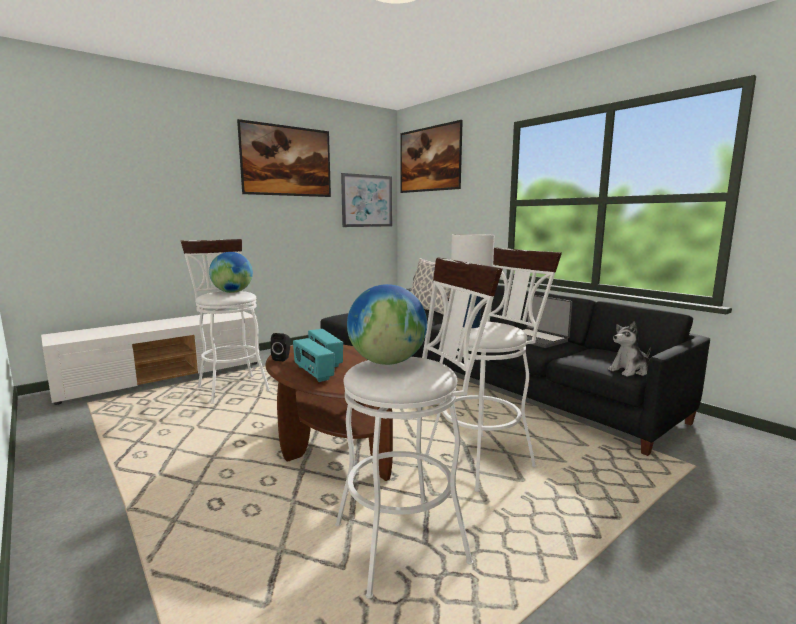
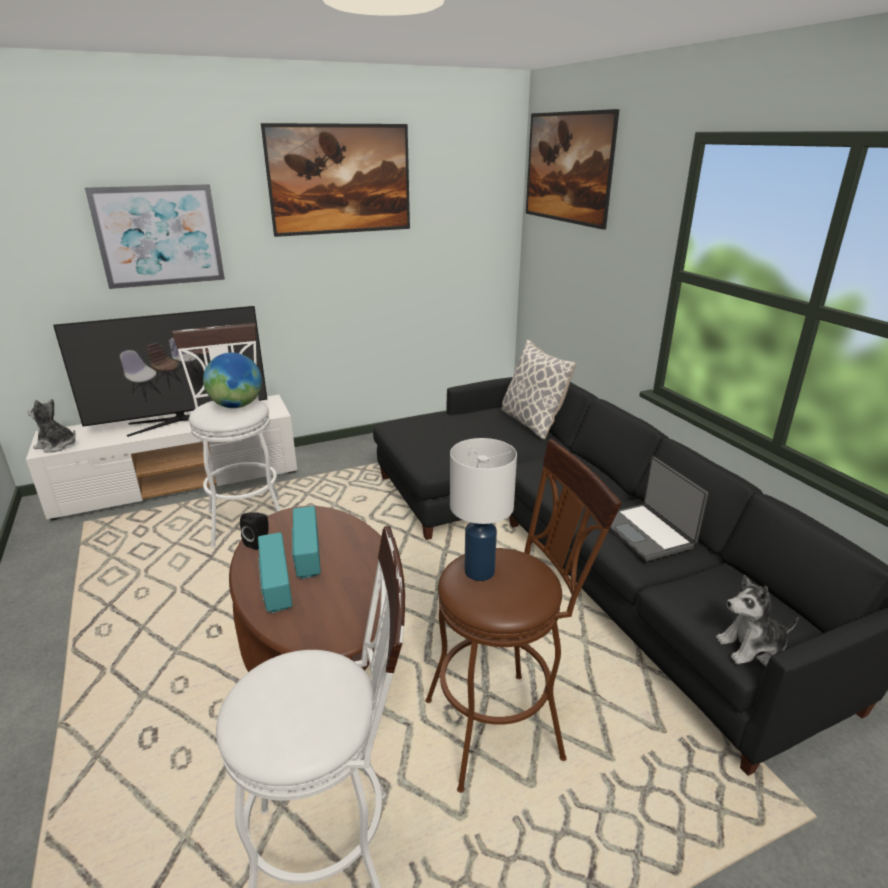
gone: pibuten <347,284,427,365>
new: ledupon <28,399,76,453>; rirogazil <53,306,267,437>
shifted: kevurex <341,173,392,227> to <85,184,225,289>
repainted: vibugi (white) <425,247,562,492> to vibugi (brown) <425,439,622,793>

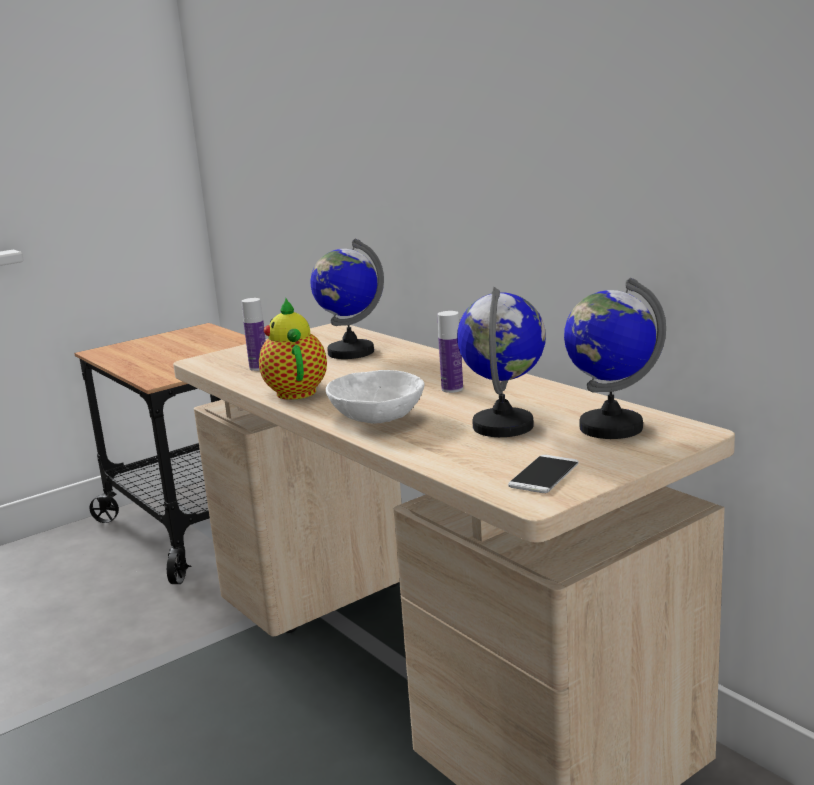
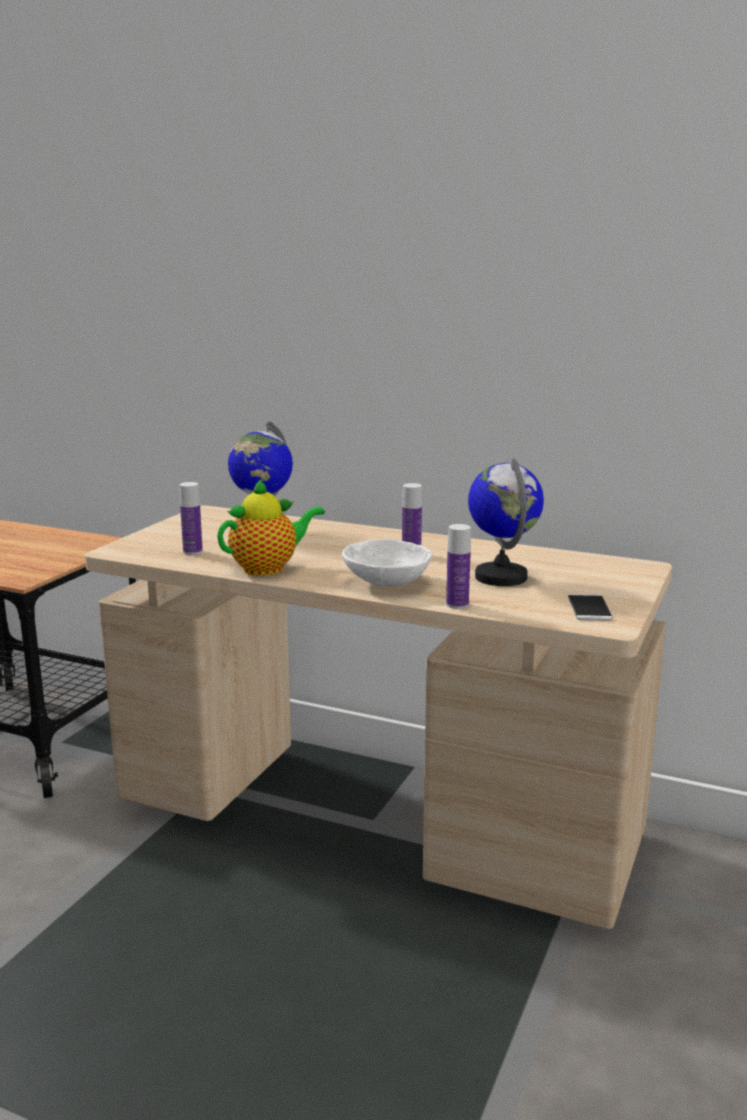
gone: pibuten <564,278,666,439>
new: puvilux <446,524,471,609>
rotated: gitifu <259,298,327,400> = <217,478,325,576> 105 degrees clockwise

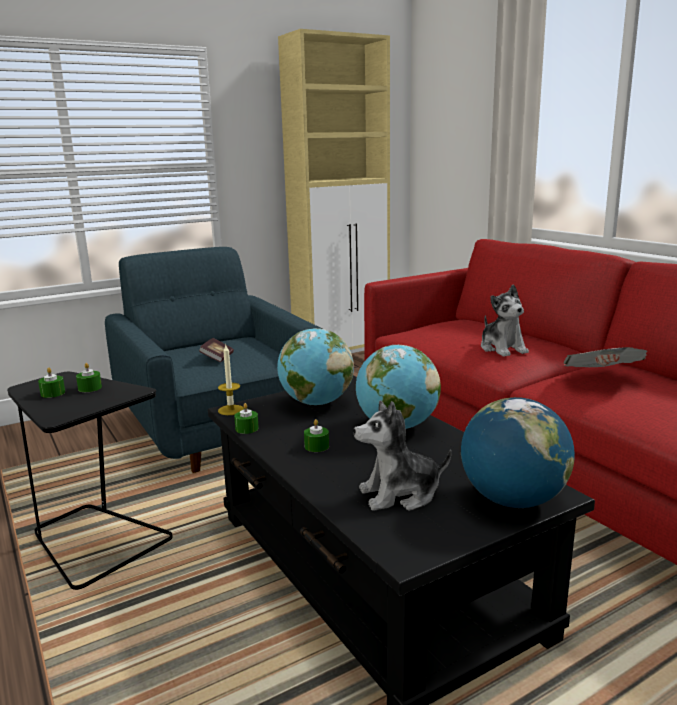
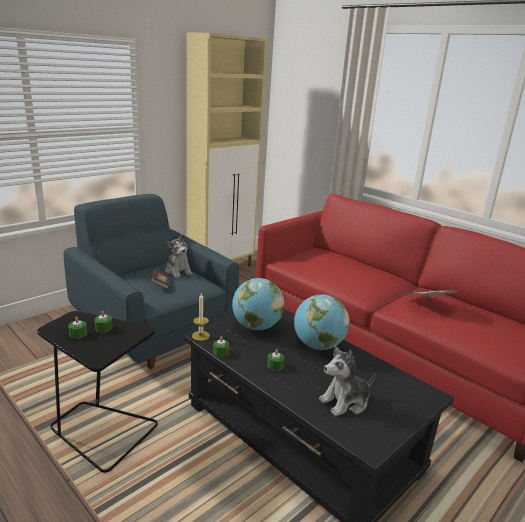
gone: pibuten <461,397,575,508>
shifted: ledupon <481,284,529,357> to <165,234,193,278>

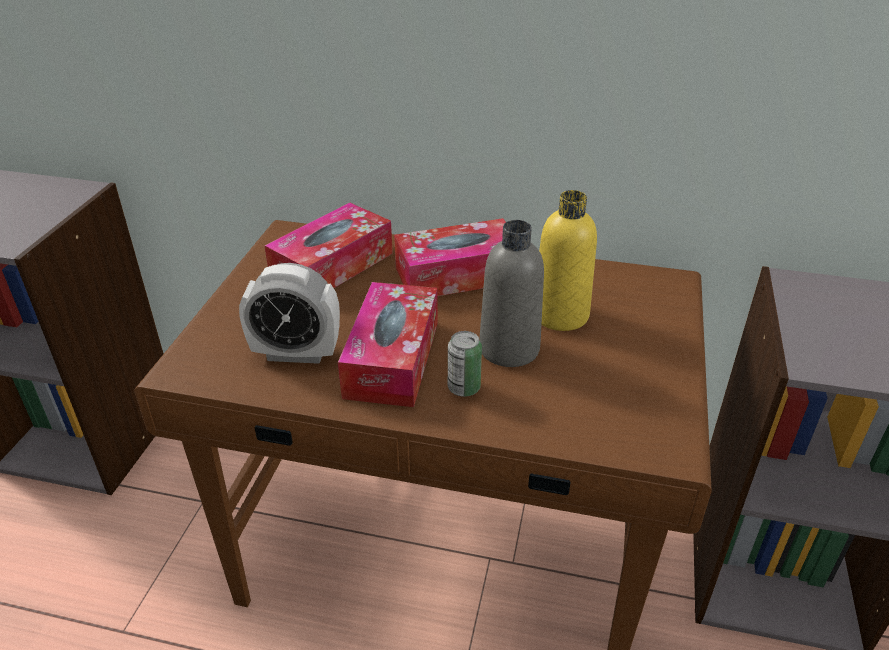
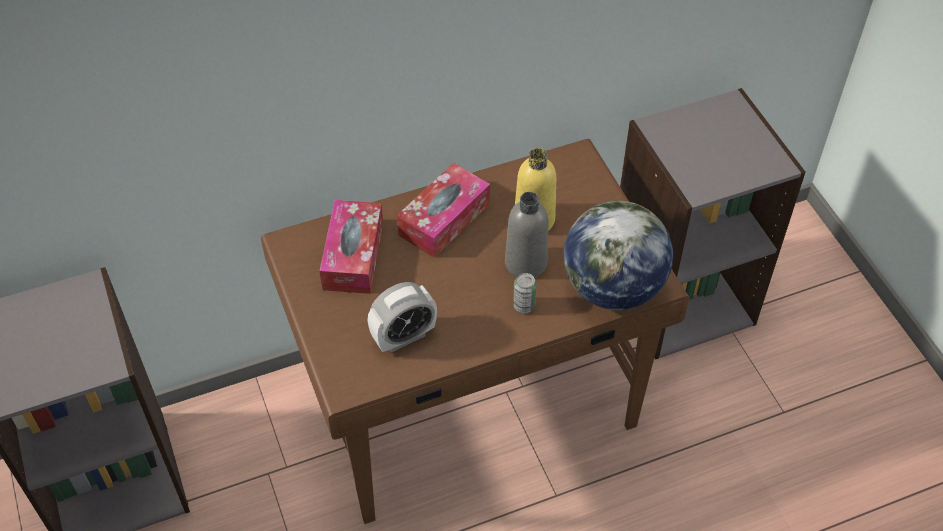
gone: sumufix <338,282,438,407>
new: pibuten <563,201,673,310>

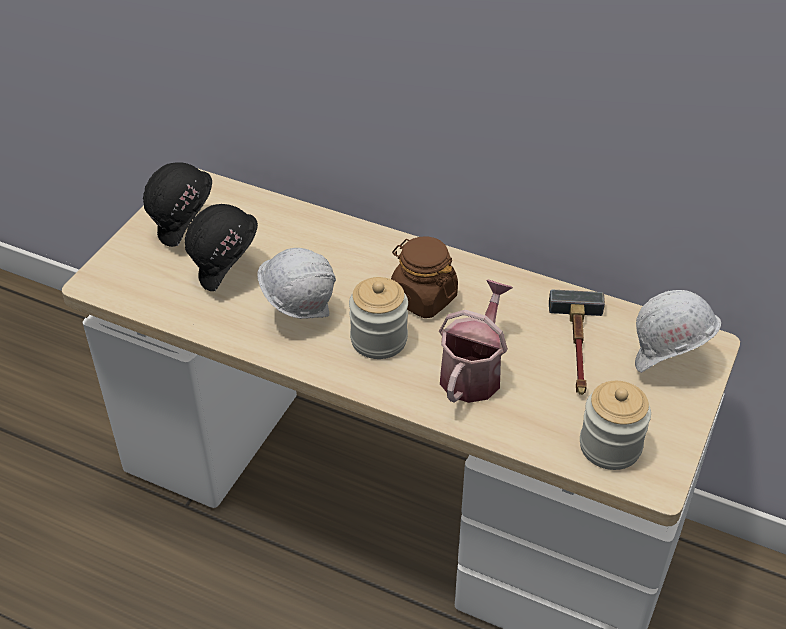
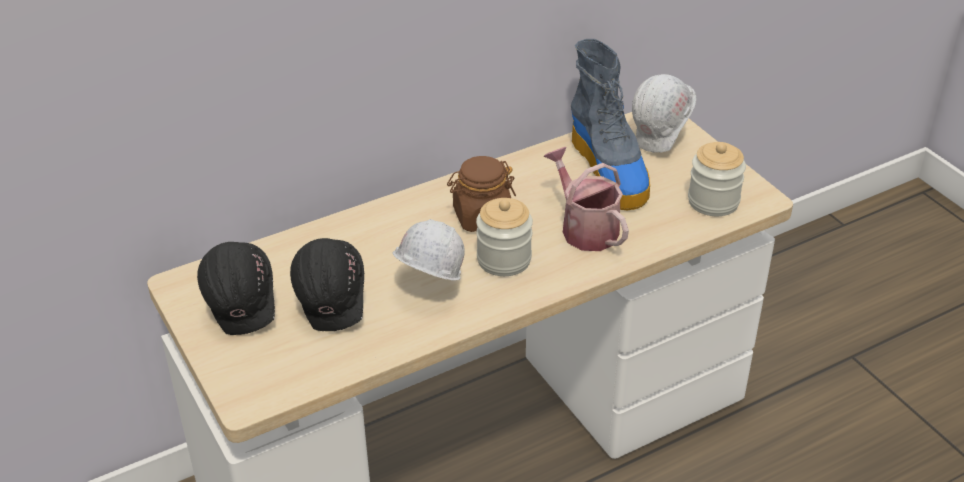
swapped: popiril <549,289,605,395> to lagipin <571,39,650,210>

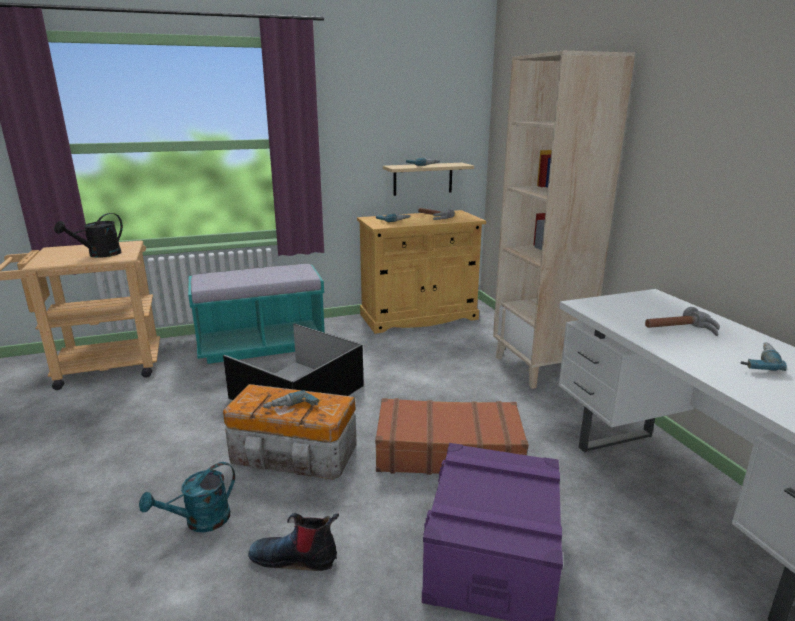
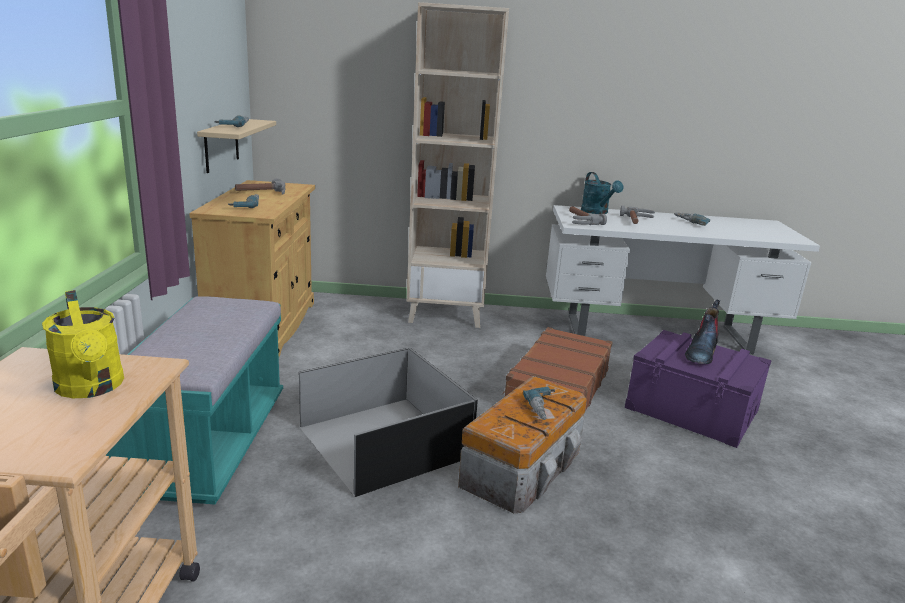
new: popiril <569,206,607,225>
shifted: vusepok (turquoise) <139,462,235,532> to <581,172,624,214>; lagipin <248,513,339,571> to <685,300,720,364>
repainted: vusepok (black) <54,213,123,258> to vusepok (yellow) <42,290,124,398>

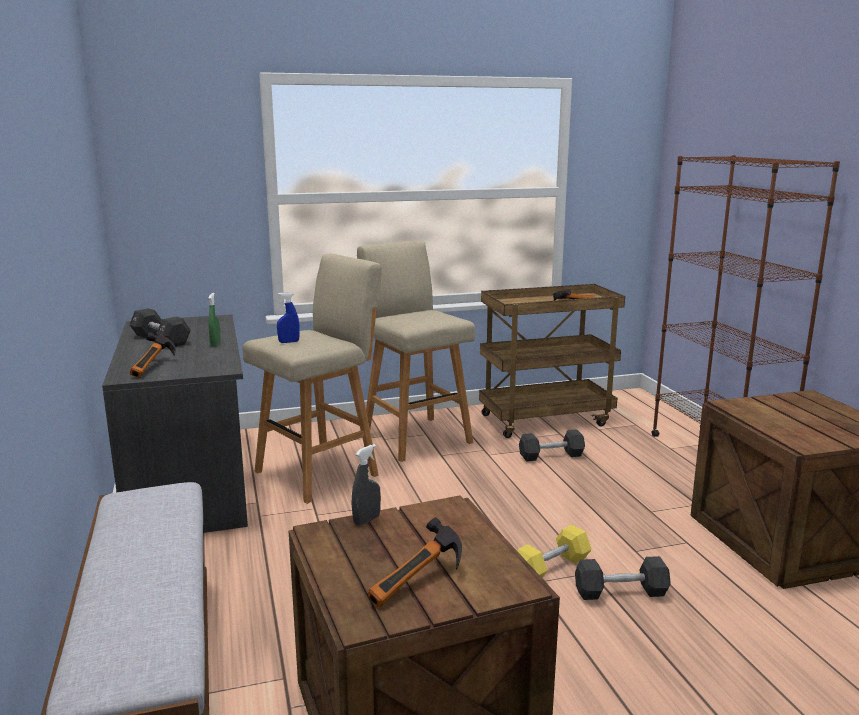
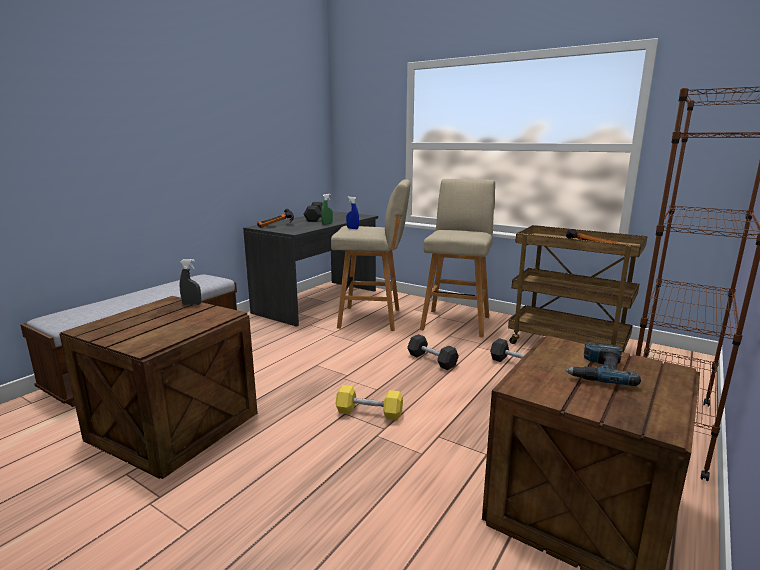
gone: popiril <367,517,462,607>
new: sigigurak <565,342,641,386>
shifted: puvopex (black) <575,556,671,600> to <407,334,459,370>

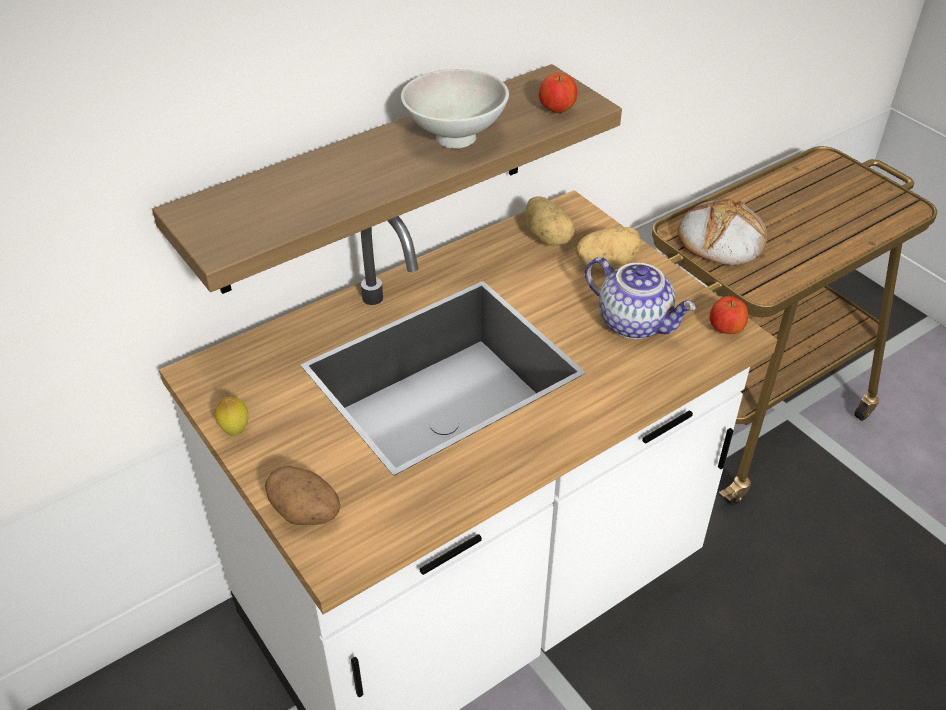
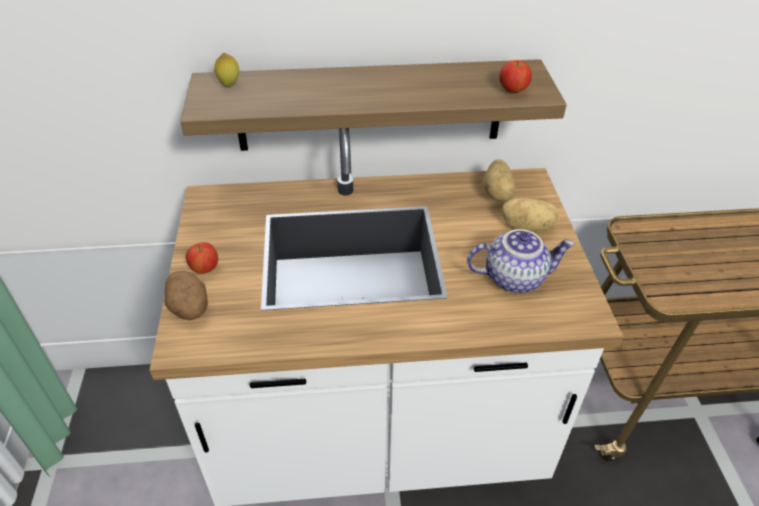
gone: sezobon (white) <401,69,509,149>; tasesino <678,199,767,265>
shifted: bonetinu <215,397,249,436> to <214,53,239,87>; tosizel <710,296,748,334> to <186,242,218,274>
rotated: gitifu <585,257,696,339> = <467,229,575,293> 75 degrees counterclockwise

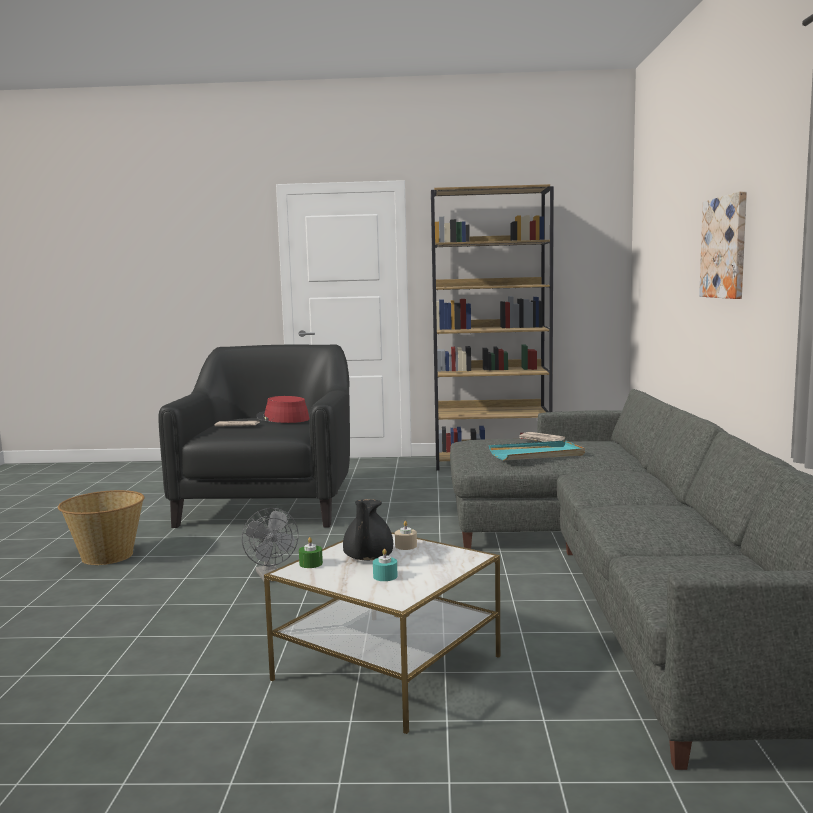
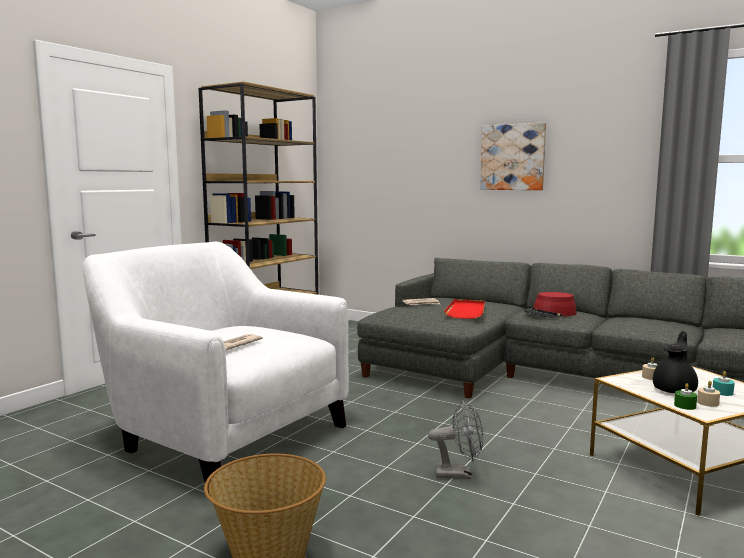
new: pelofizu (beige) <697,381,720,407>
shifted: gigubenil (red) <256,396,309,423> to <524,292,577,318>
repainted: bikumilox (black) <158,344,350,528> to bikumilox (white) <83,242,349,495>; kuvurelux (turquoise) <489,440,585,461> to kuvurelux (red) <444,299,485,319>
rotated: gitifu (black) <343,499,393,560> = <653,331,698,393> 90 degrees counterclockwise

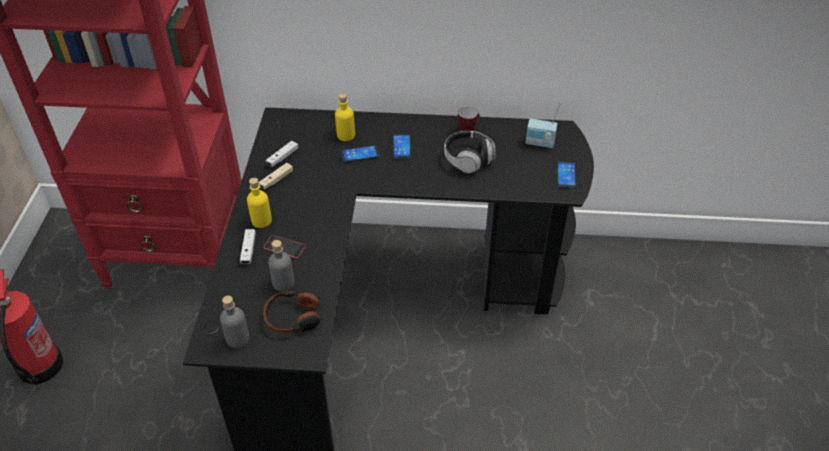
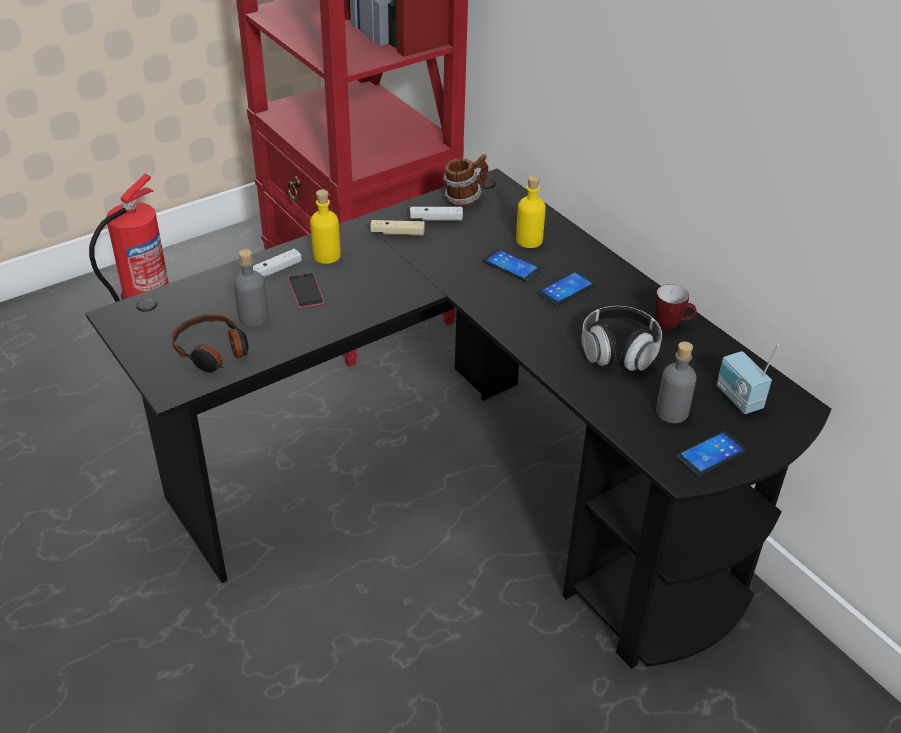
new: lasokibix <443,154,488,207>
shifted: puvilux (grey) <220,295,249,348> to <656,341,697,423>

